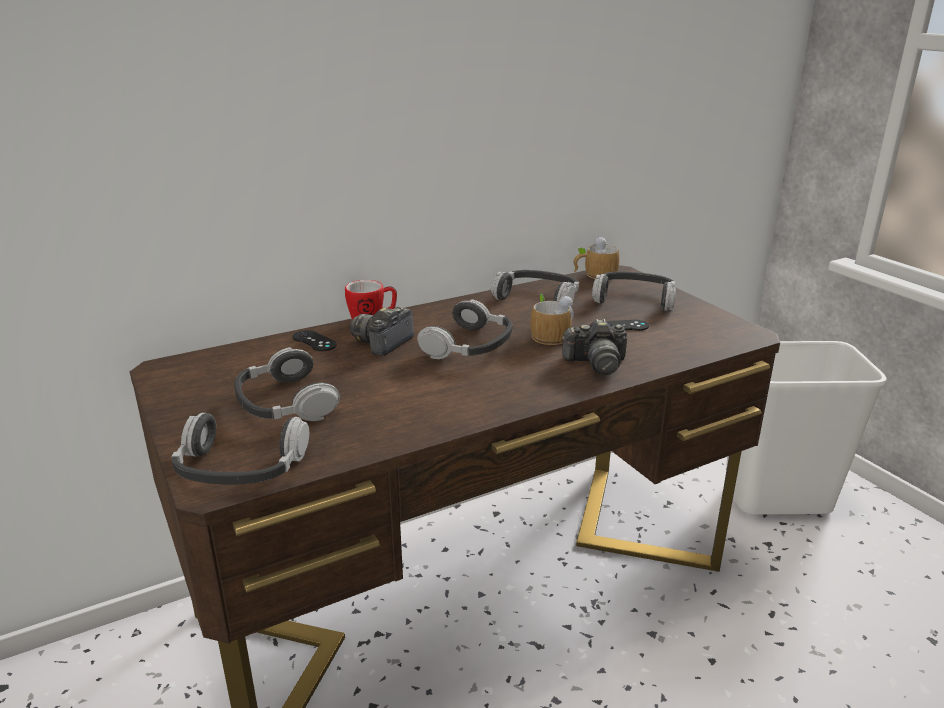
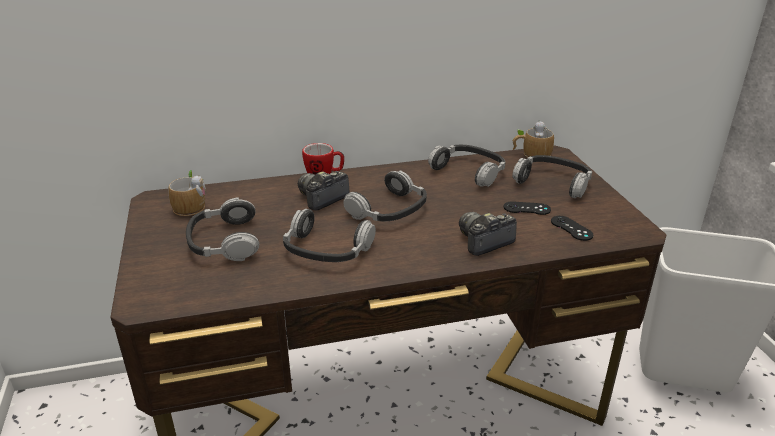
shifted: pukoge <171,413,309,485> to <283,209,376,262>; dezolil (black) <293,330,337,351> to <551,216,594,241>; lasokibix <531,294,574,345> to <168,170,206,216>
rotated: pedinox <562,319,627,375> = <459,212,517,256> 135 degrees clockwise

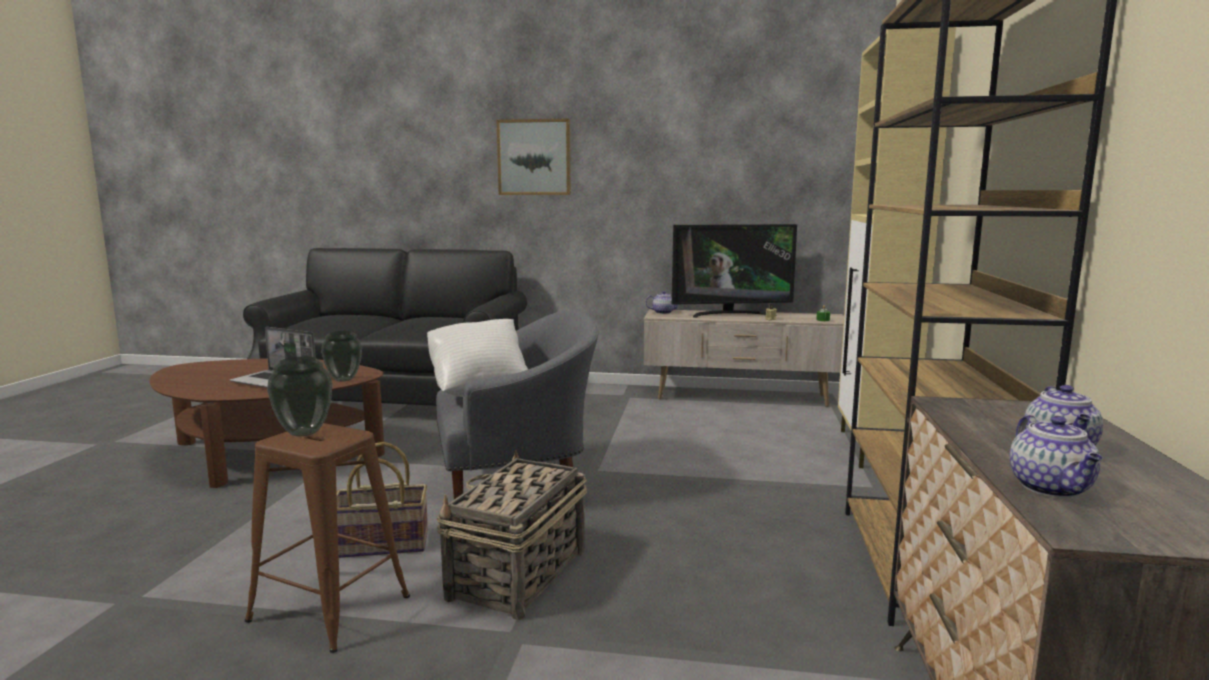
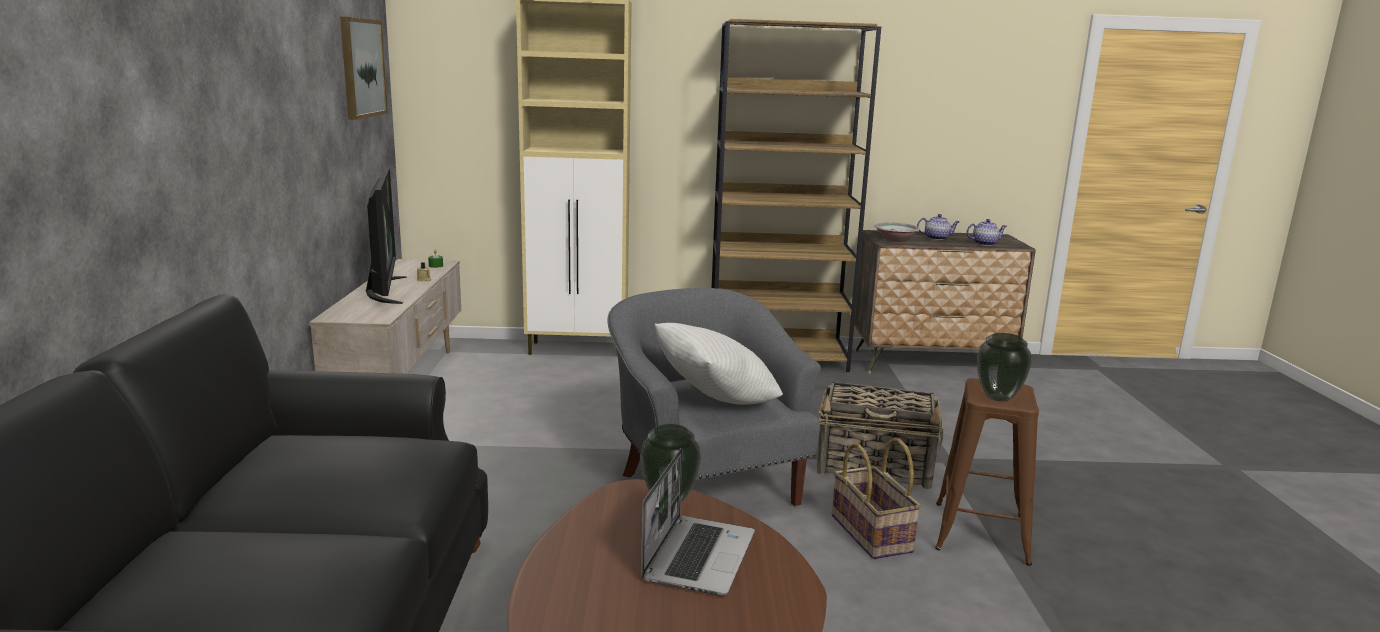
gone: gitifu <645,291,678,314>
new: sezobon <874,222,920,241>
shifted: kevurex <496,119,571,195> to <340,17,388,120>

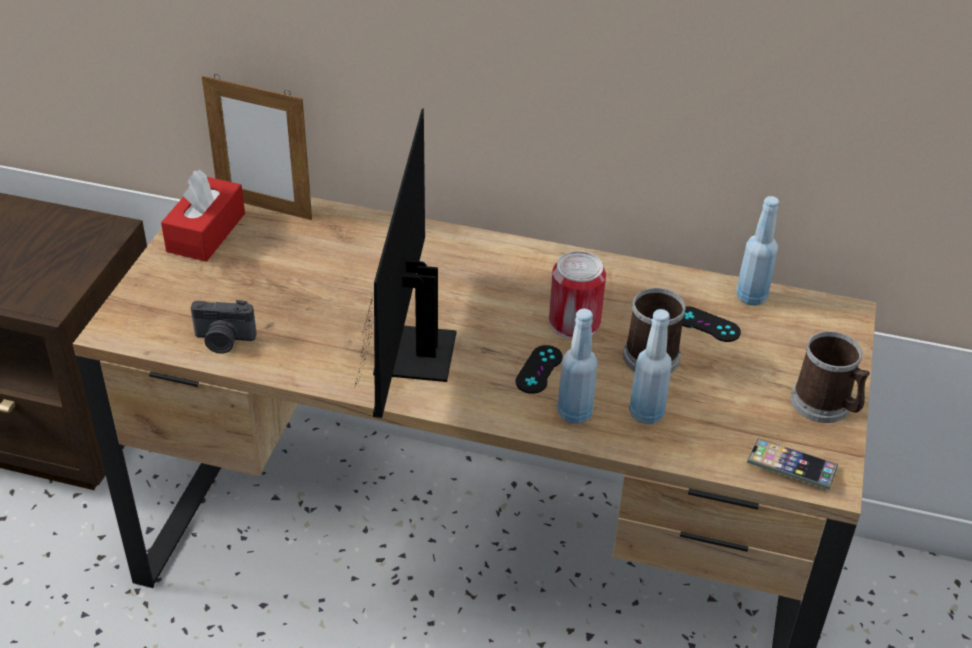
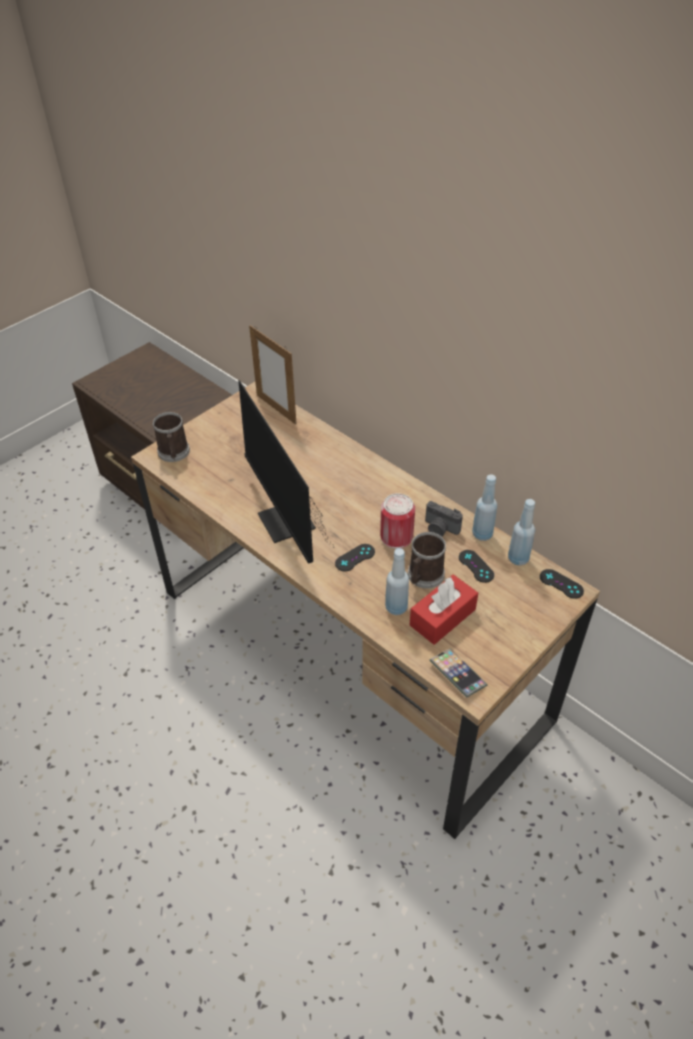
new: dezolil (black) <540,569,584,599>
shifted: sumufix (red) <161,170,245,262> to <410,575,478,645>; pedinox <191,300,256,354> to <425,501,463,537>; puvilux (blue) <557,309,598,424> to <472,474,498,541>; lasokibix <791,331,870,423> to <152,412,190,462>
rotated: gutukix <356,109,457,418> = <238,380,333,564> 60 degrees counterclockwise

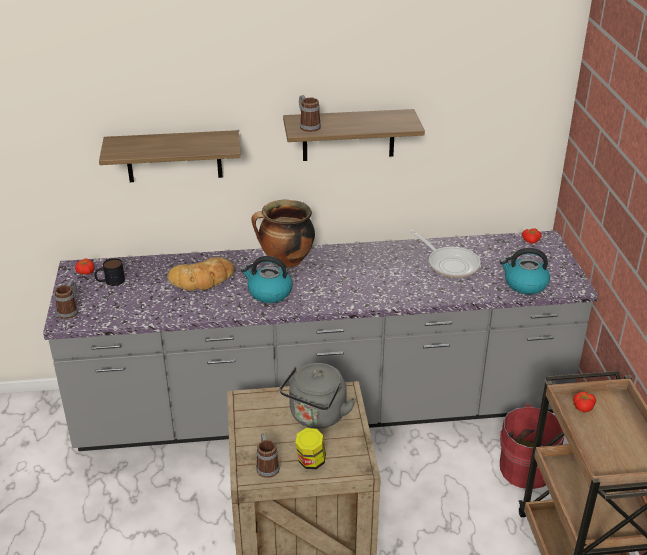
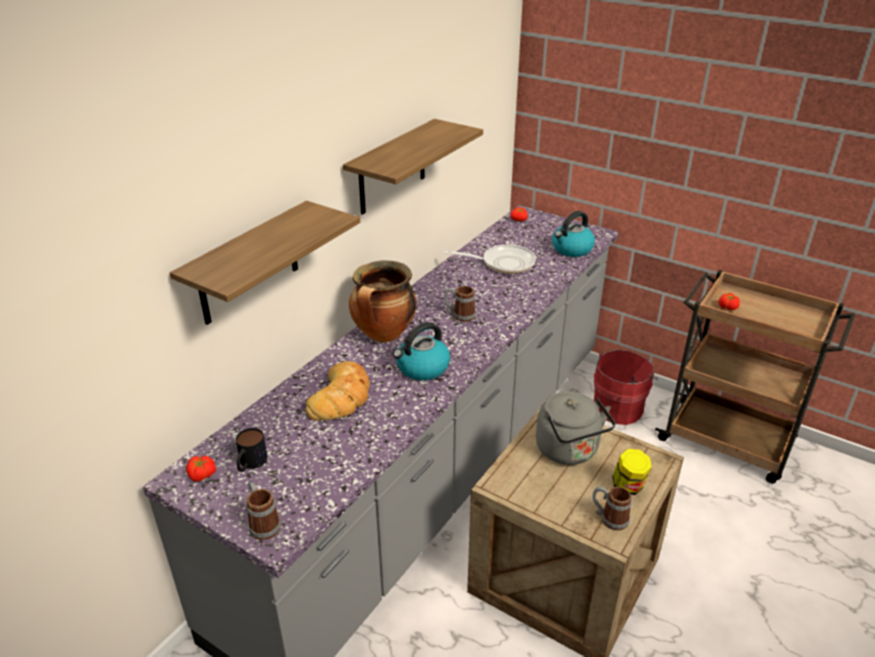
shifted: lasokibix <299,95,321,132> to <444,286,476,322>

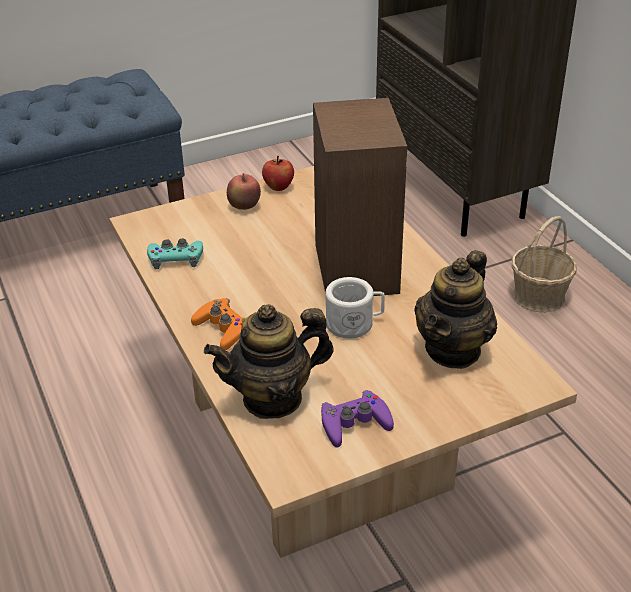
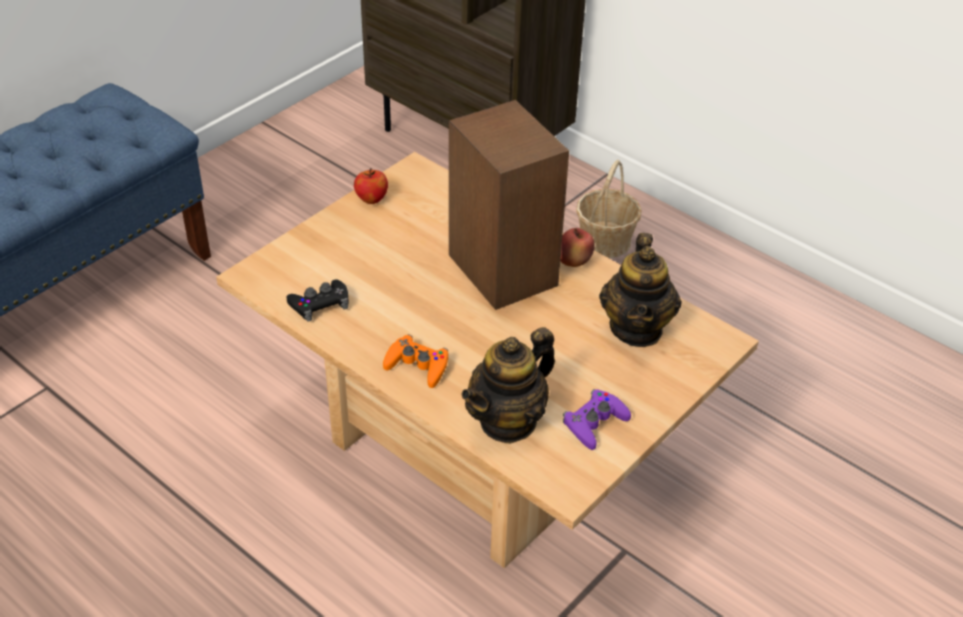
gone: lasokibix (white) <325,277,385,339>
shifted: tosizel <227,173,261,210> to <560,228,595,267>
repainted: dezolil (turquoise) <147,239,203,269> to dezolil (black) <287,279,348,322>

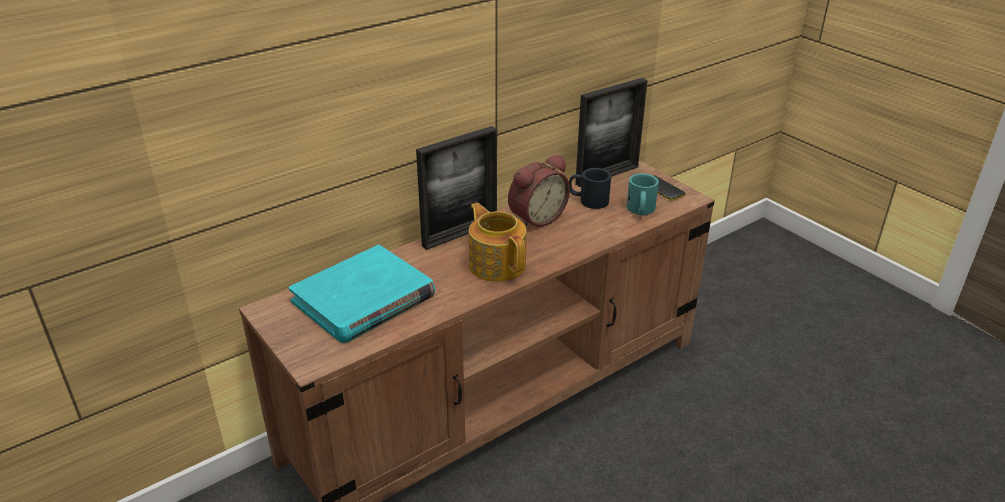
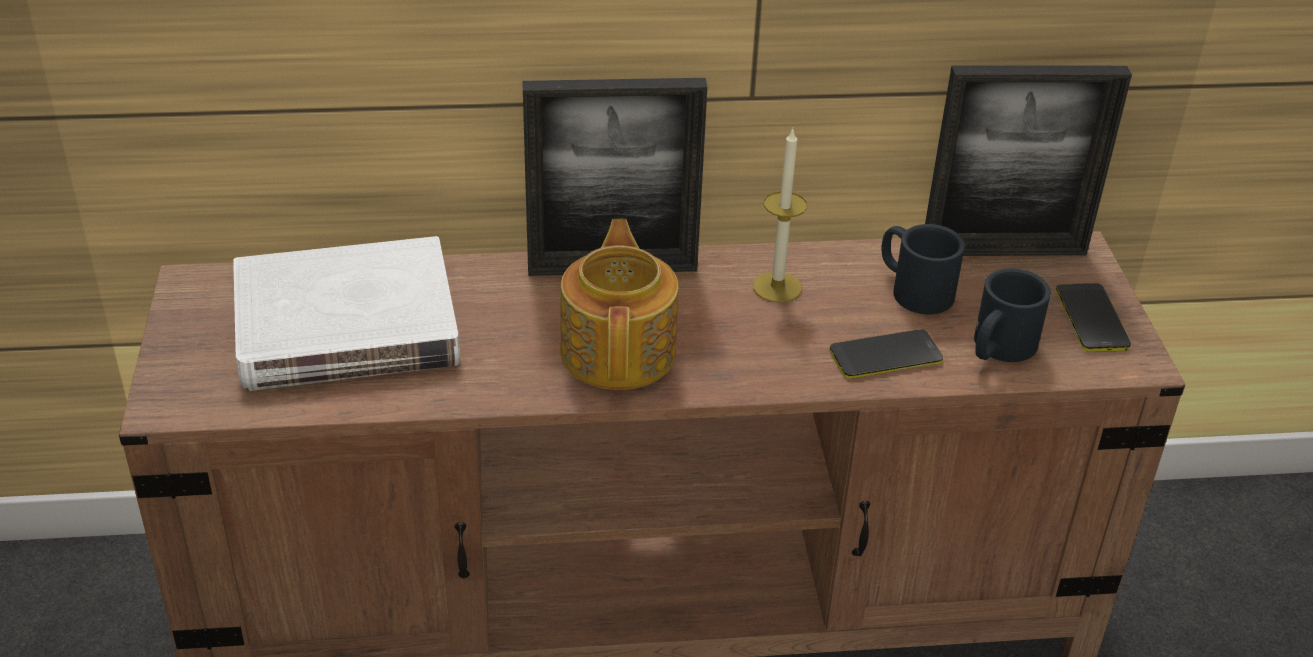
new: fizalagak <829,329,943,379>
swapped: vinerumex <508,155,570,227> to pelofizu <753,128,807,303>
repainted: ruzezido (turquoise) <289,245,435,343> to ruzezido (white) <233,236,460,391>; lasokibix (turquoise) <627,173,659,216> to lasokibix (black) <974,268,1051,362>

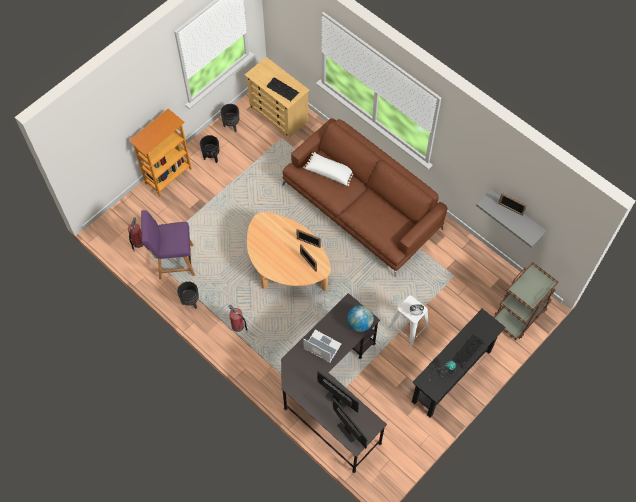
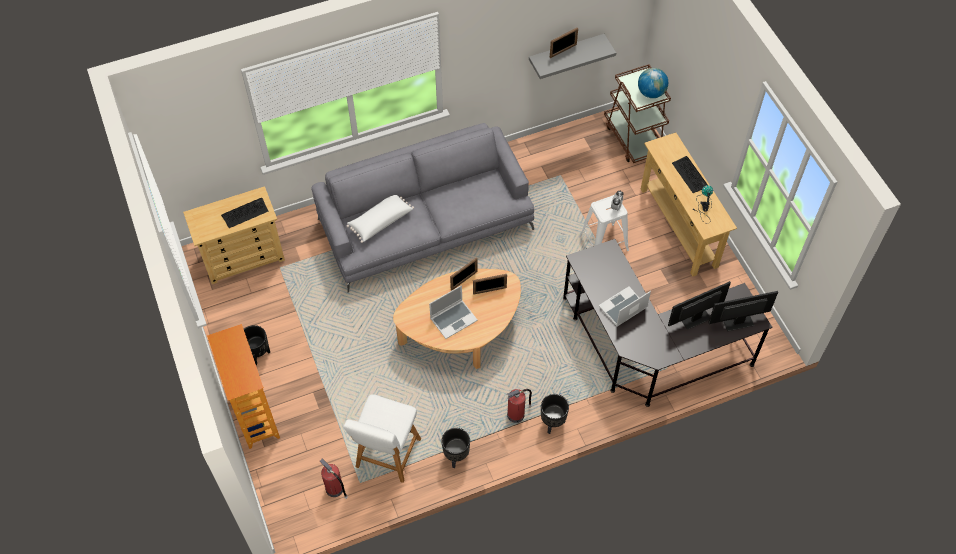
new: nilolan <429,285,478,339>
shifted: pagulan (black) <220,104,239,132> to <541,394,569,434>; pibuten <347,305,374,332> to <638,68,668,98>
repainted: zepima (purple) <141,210,195,279> to zepima (white) <344,394,421,483>; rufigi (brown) <282,118,448,278> to rufigi (grey) <311,123,534,293>; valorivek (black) <412,309,506,418> to valorivek (beige) <641,132,737,277>

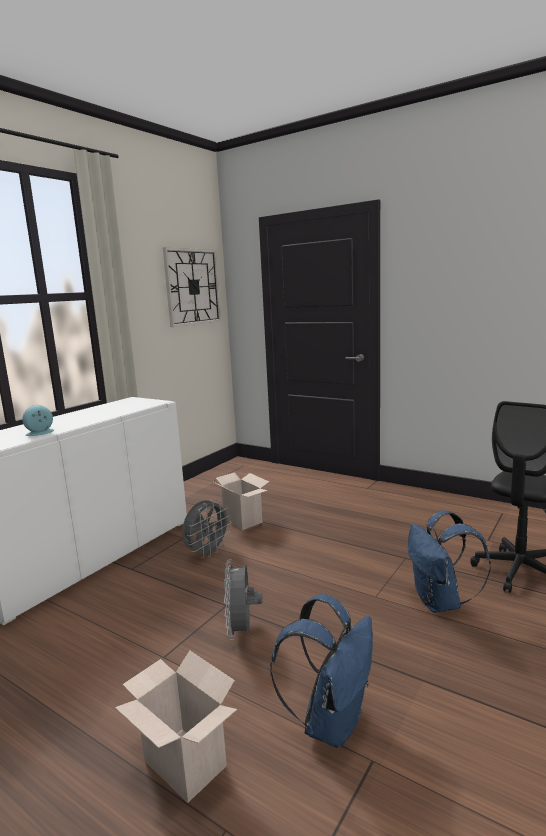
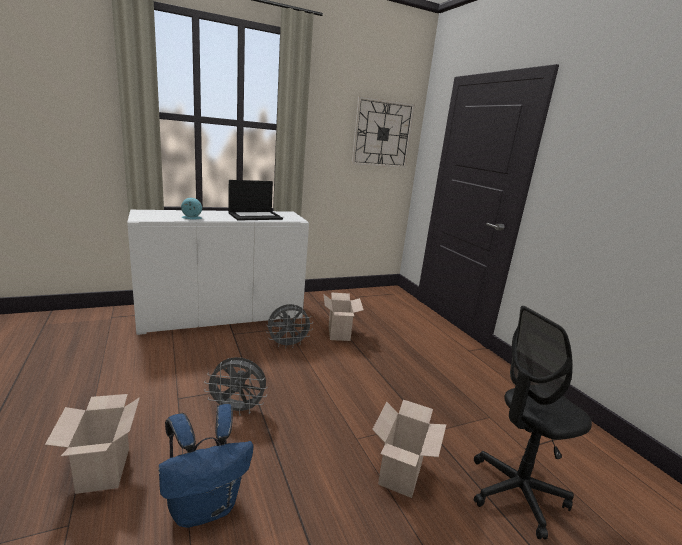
new: nilolan <229,180,283,221>
swapped: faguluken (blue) <408,510,491,613> to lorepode <372,400,446,498>
rotated: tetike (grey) <224,559,262,640> = <204,357,268,416> 120 degrees counterclockwise

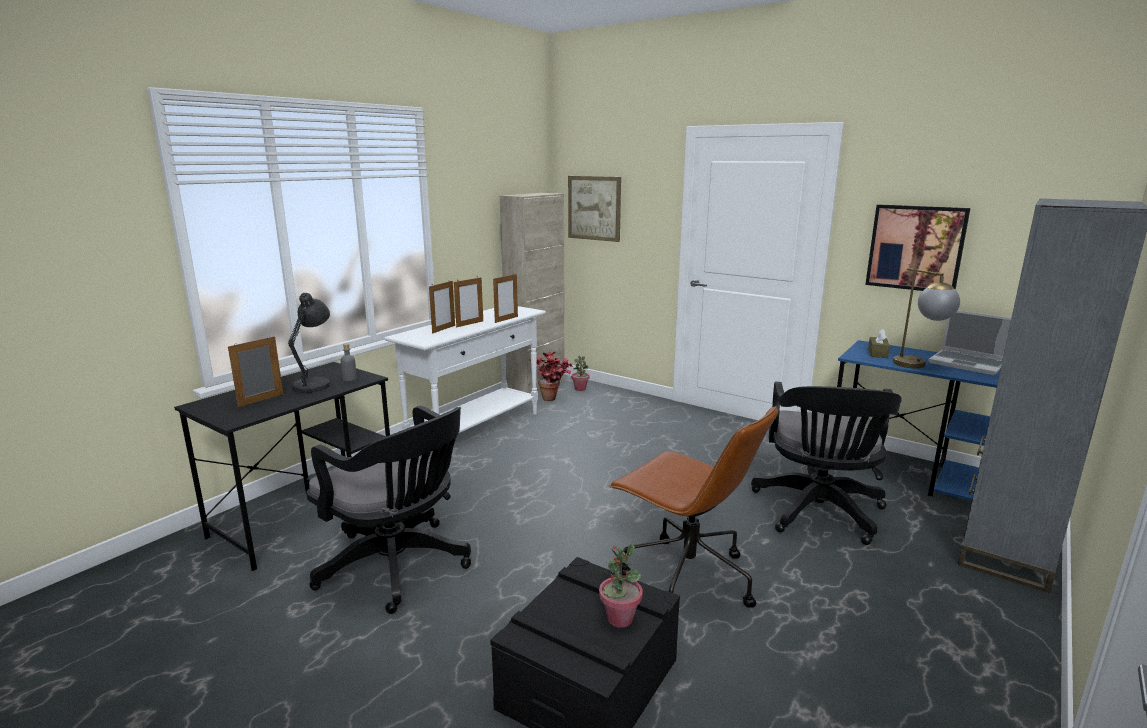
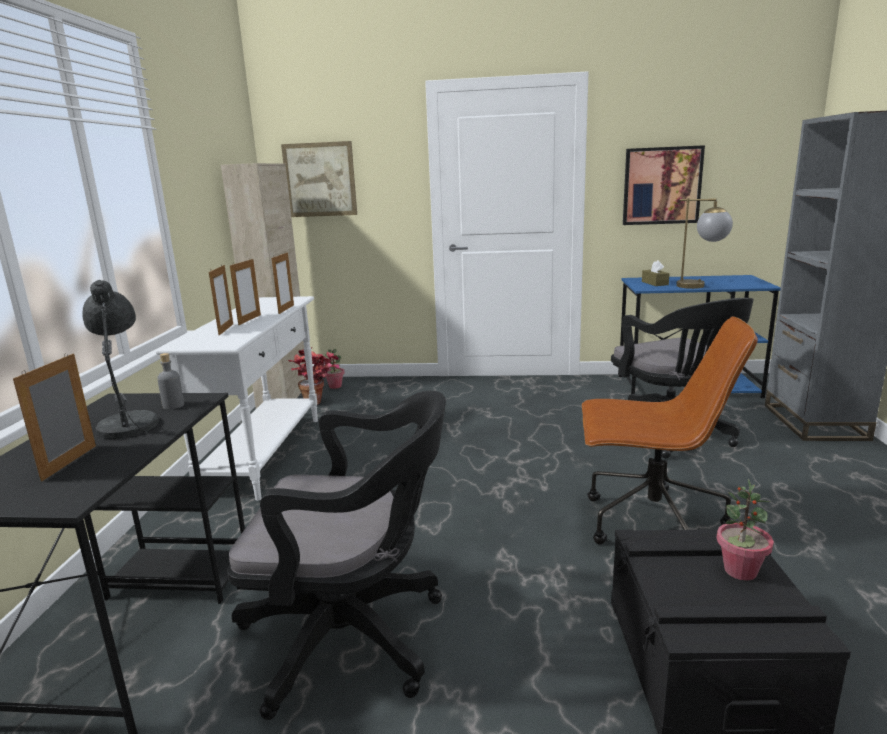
gone: nilolan <928,310,1011,375>

